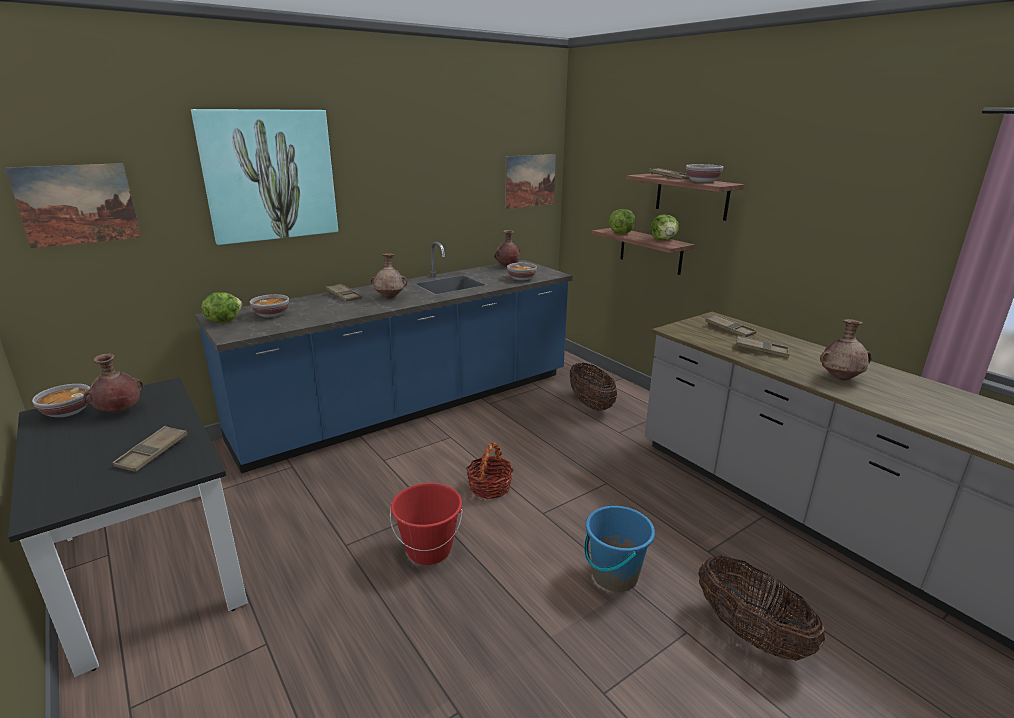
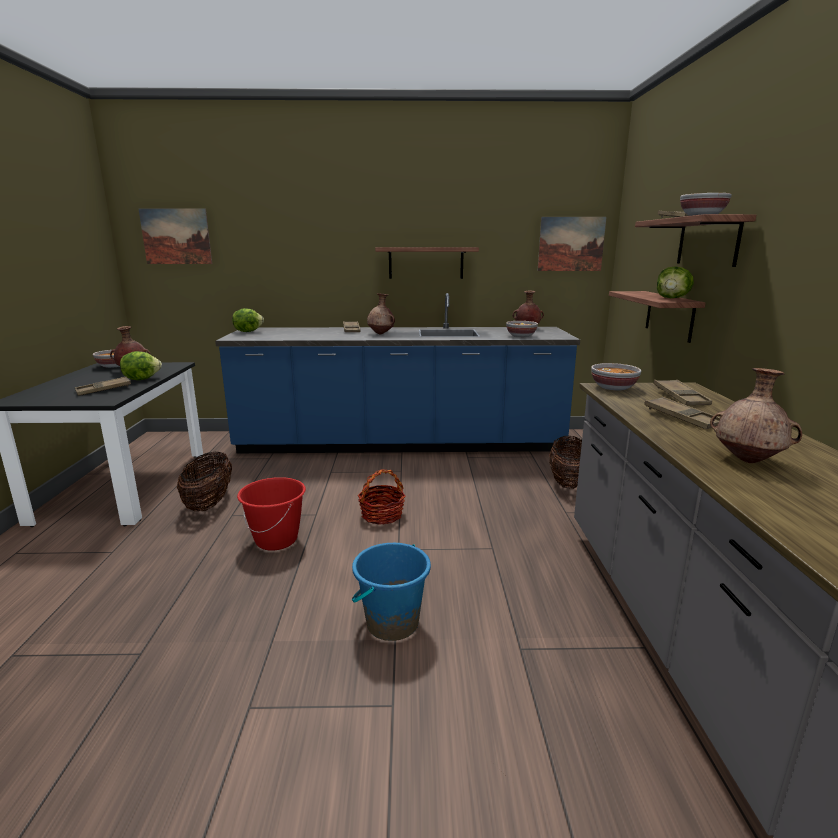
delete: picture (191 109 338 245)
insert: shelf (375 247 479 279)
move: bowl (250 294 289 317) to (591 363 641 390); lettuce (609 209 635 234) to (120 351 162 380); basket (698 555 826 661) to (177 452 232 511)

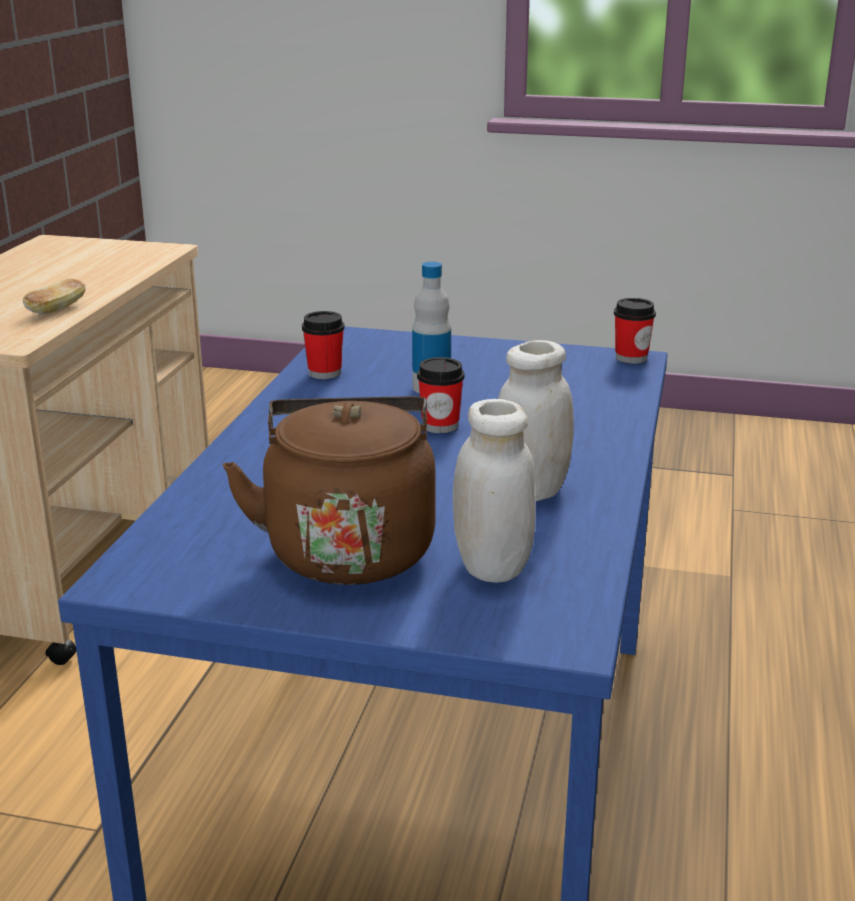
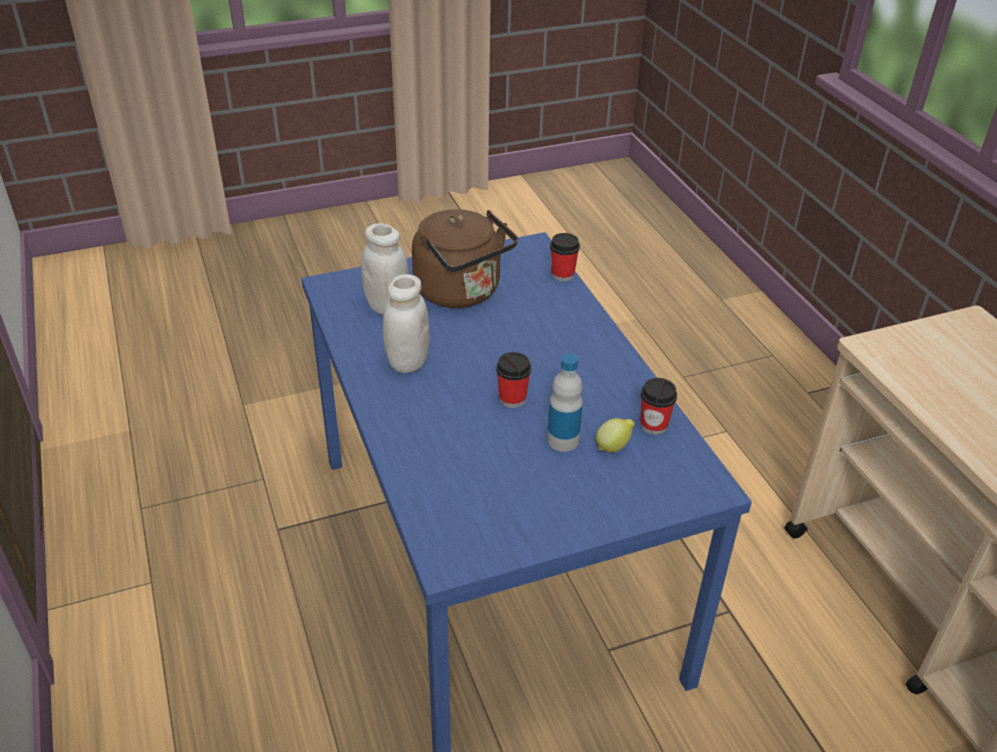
delete: bread (23 279 86 314)
insert: lemon (596 418 635 452)
move: cup (614 298 656 364) to (550 233 580 282)

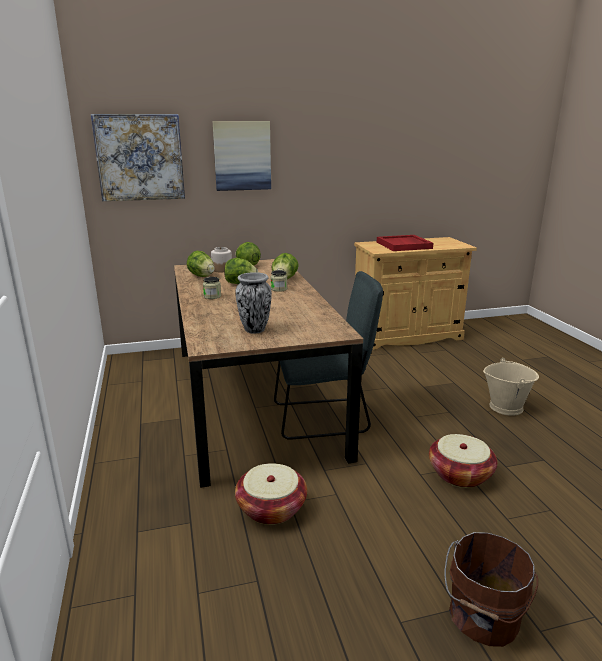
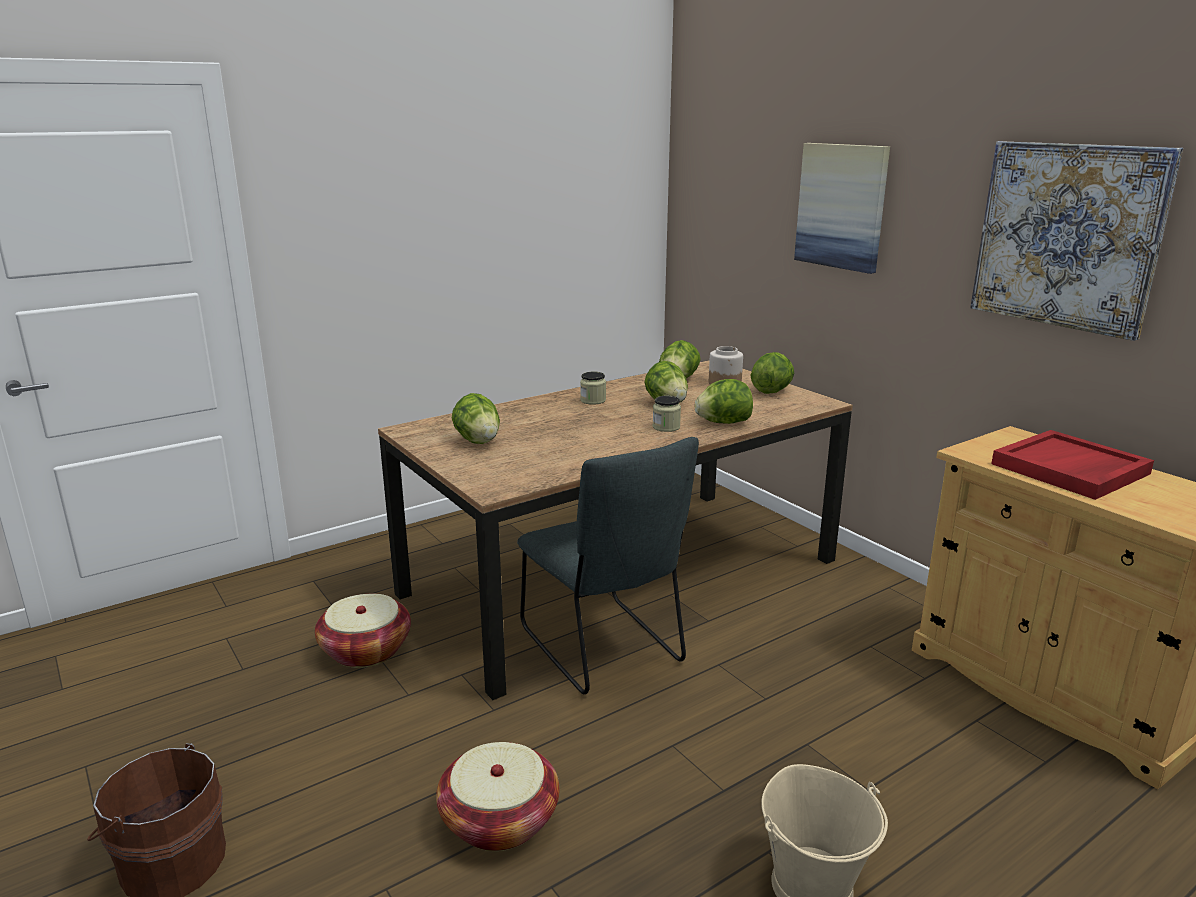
move: picture (91 114 185 201) to (970 141 1183 341)
replace: vase (235 272 272 333) to lettuce (452 393 500 444)

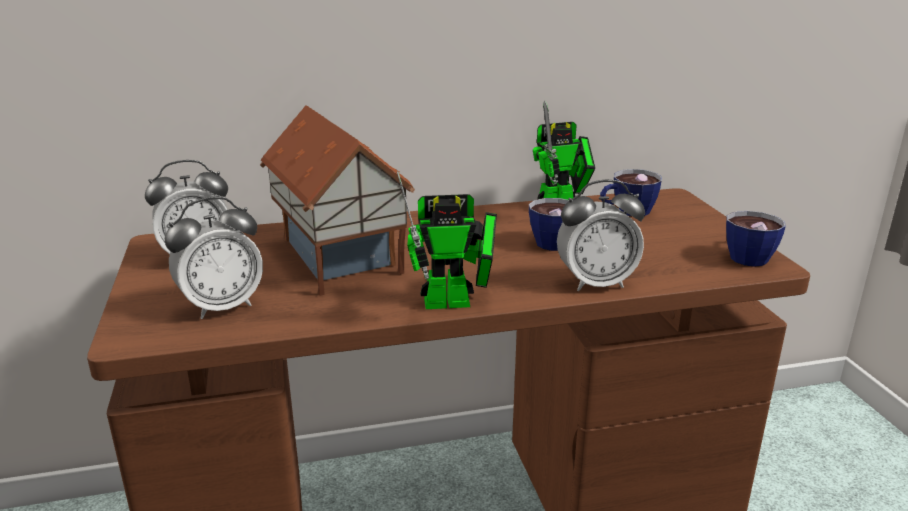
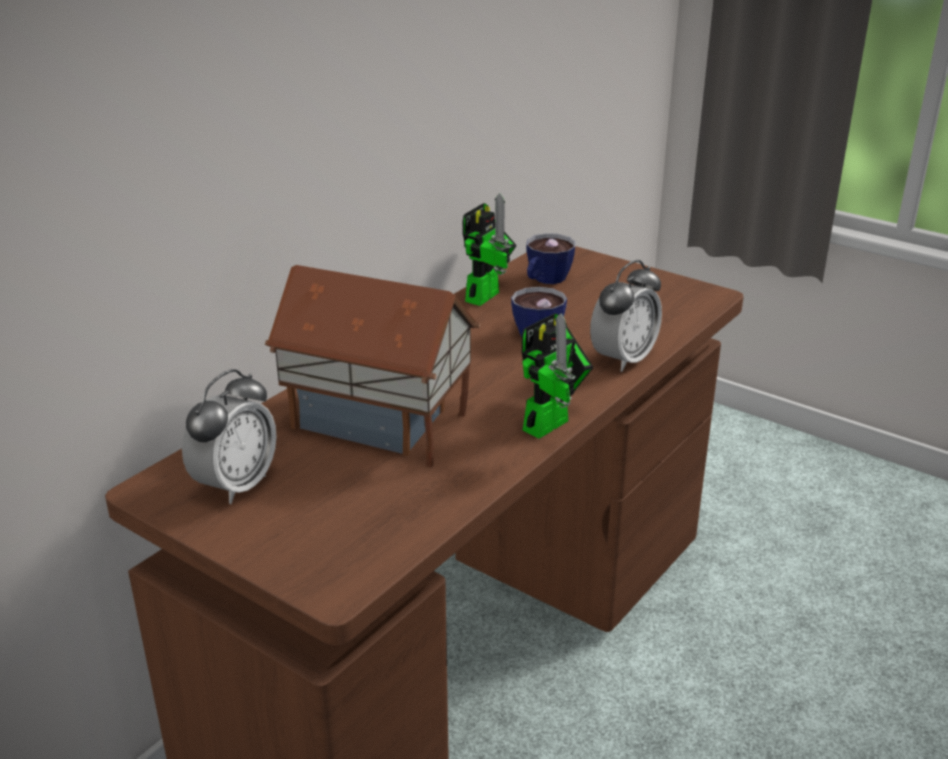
delete: alarm clock (165 197 263 319); cup (726 211 786 267)

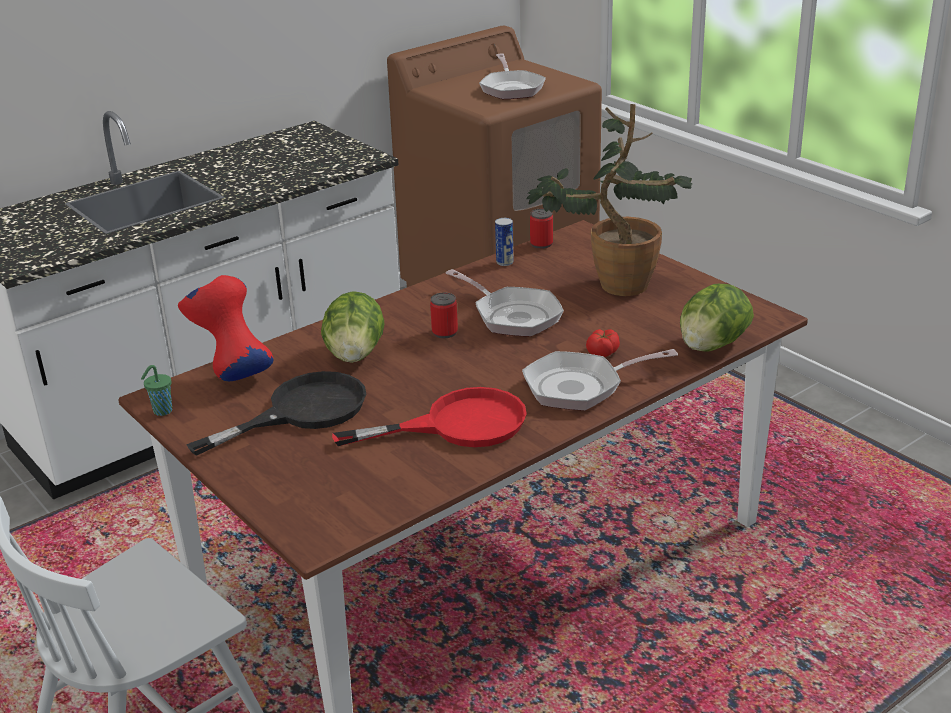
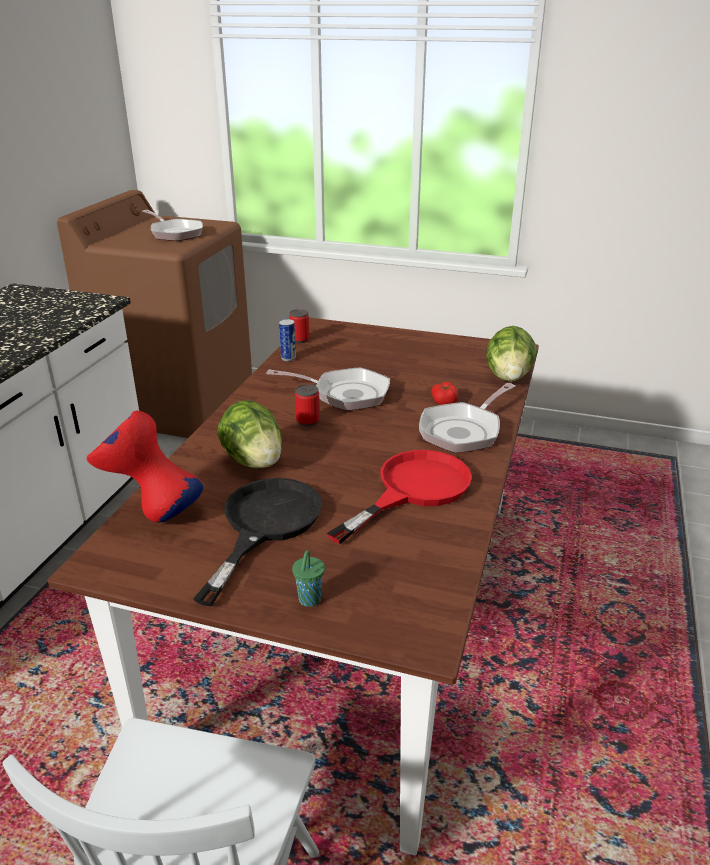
delete: potted plant (526 104 692 296)
move: green cup (141 365 172 416) to (292 550 325 607)

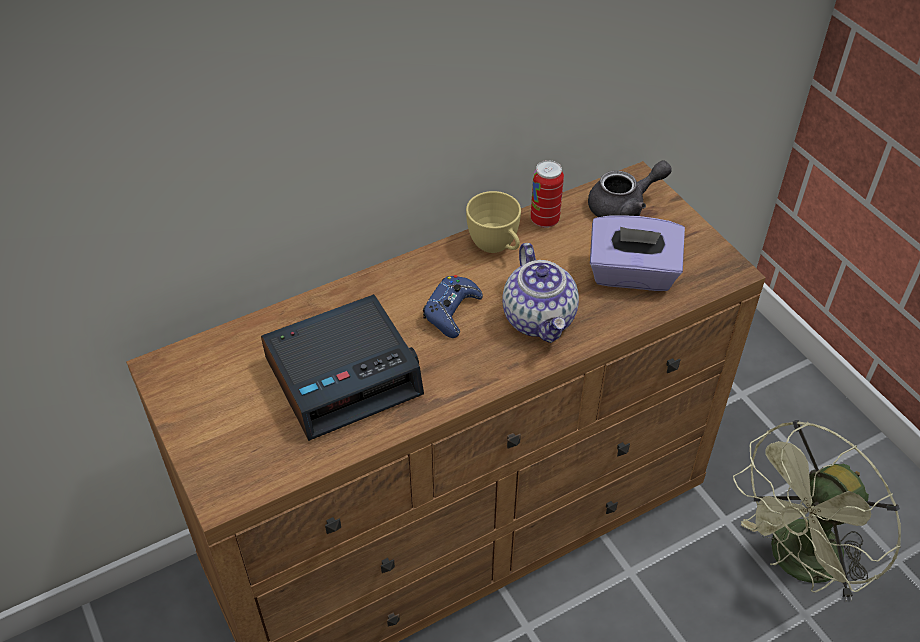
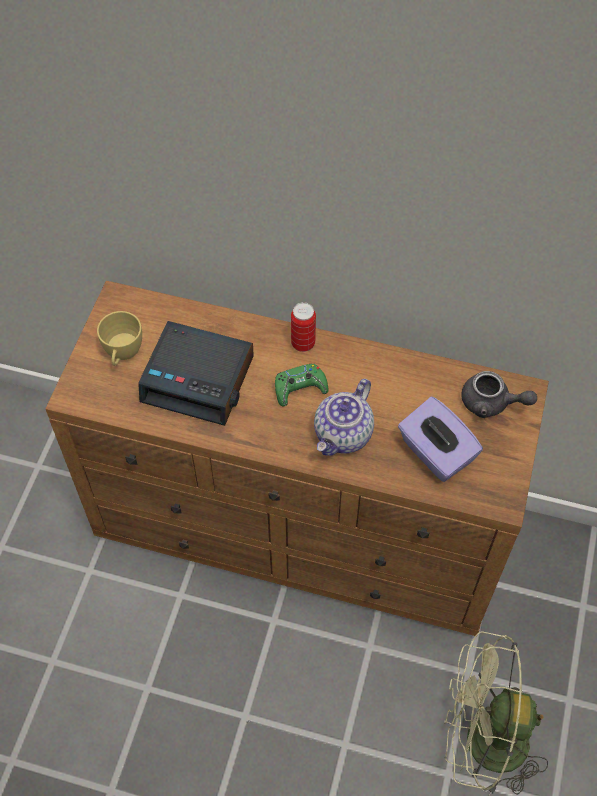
move: yellow cup (466 191 521 253) to (97 311 142 366); can (531 160 564 228) to (291 302 316 352)
recolor: blue game controller (423 275 483 338) to green game controller (275 364 329 406)

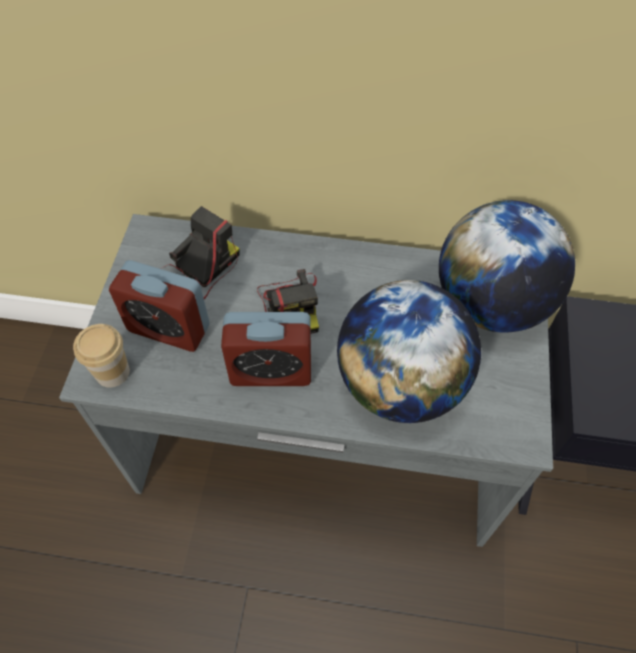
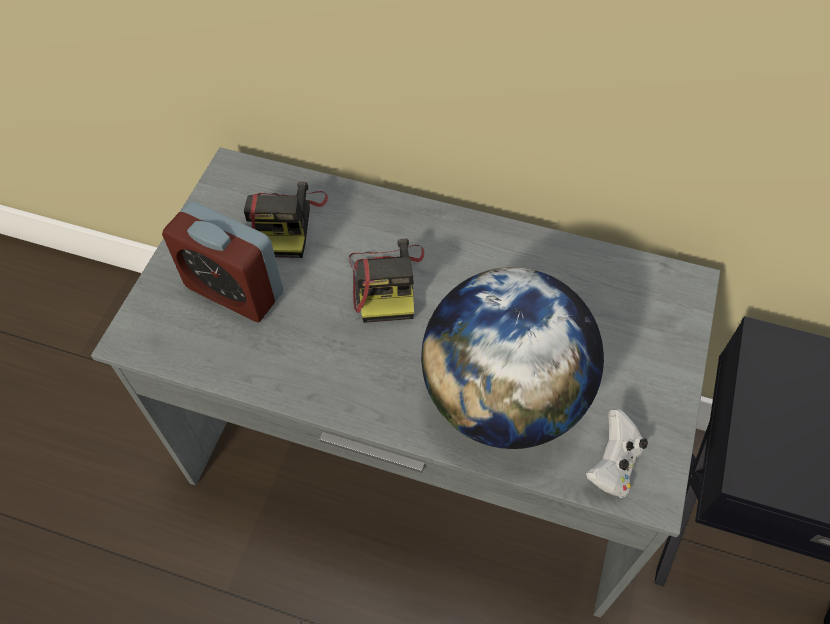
delete: cup (73 324 130 388); alarm clock (221 312 311 386); globe (439 200 575 333)
insert: white game controller (586 409 648 498)
rotate: photo camera (161 206 240 299) = (244 181 328 258) 135 degrees clockwise

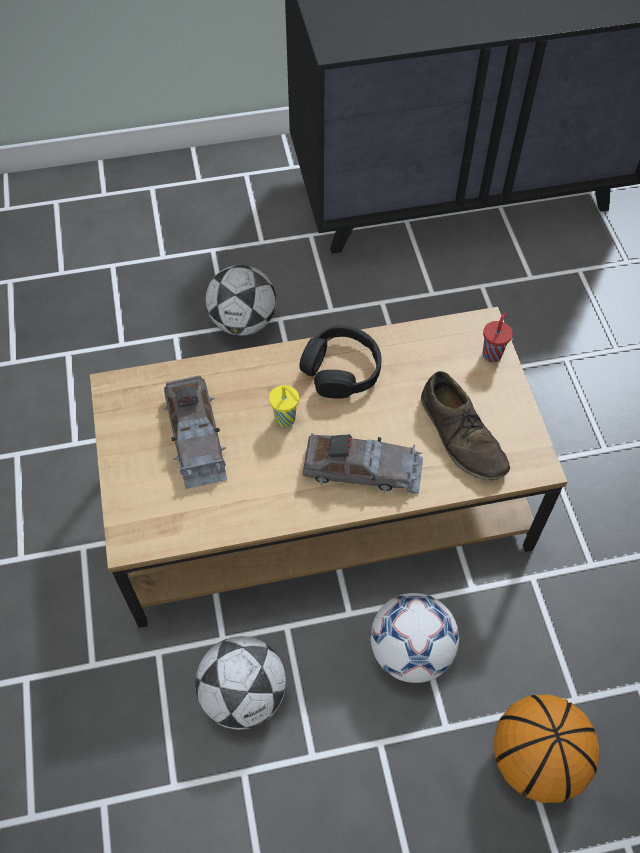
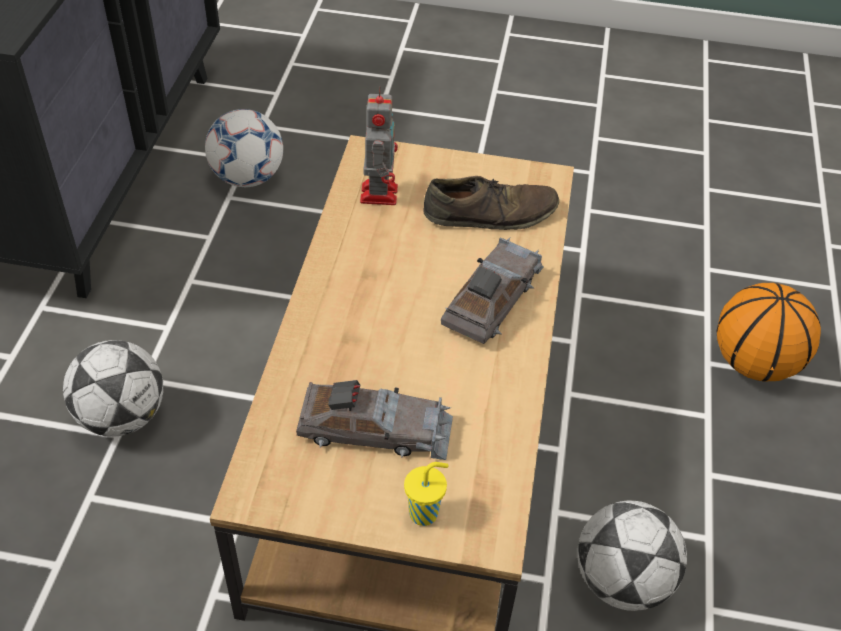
delete: black headphones (299 325 381 399); red cup (483 313 513 362)
insert: toy robot (360 86 398 205)
move: yellow cup (269 385 299 427) to (404 462 449 526); football (370 593 459 683) to (205 109 283 187)

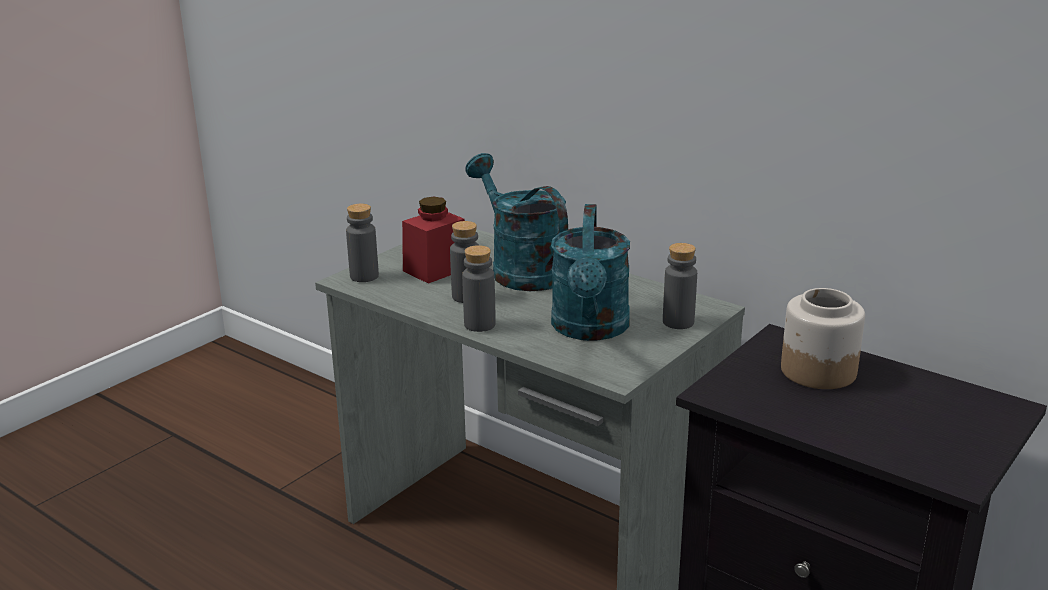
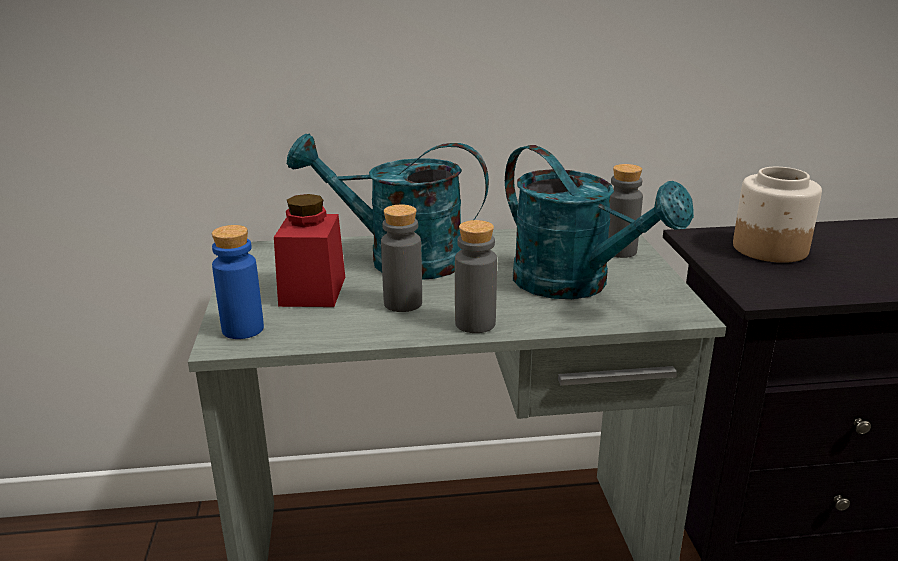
recolor: grey bottle (346 204 379 282) to blue bottle (212 225 264 339)

